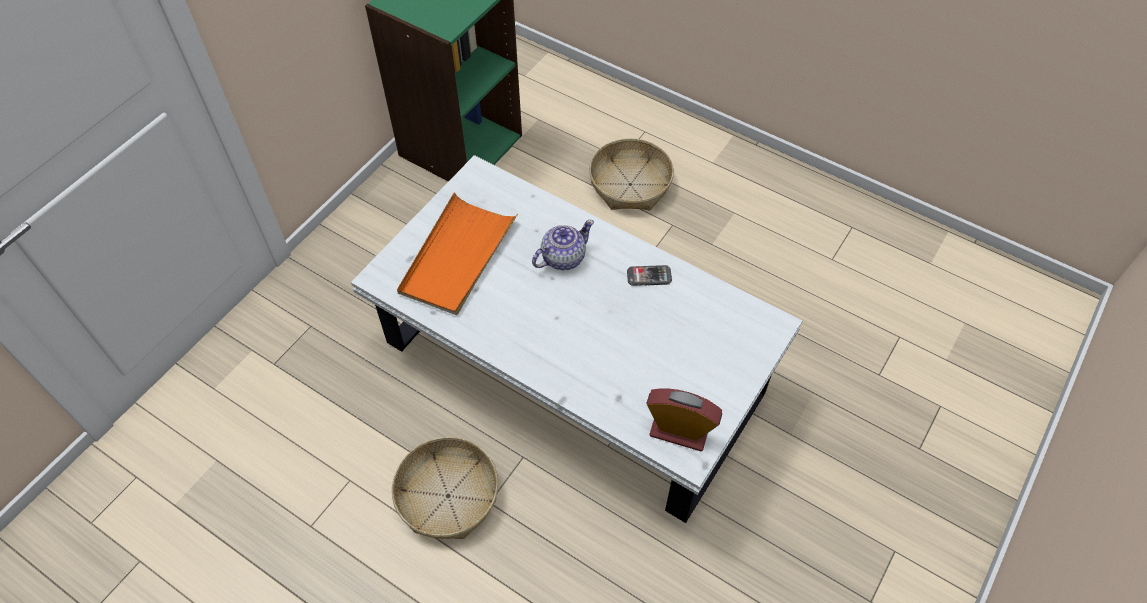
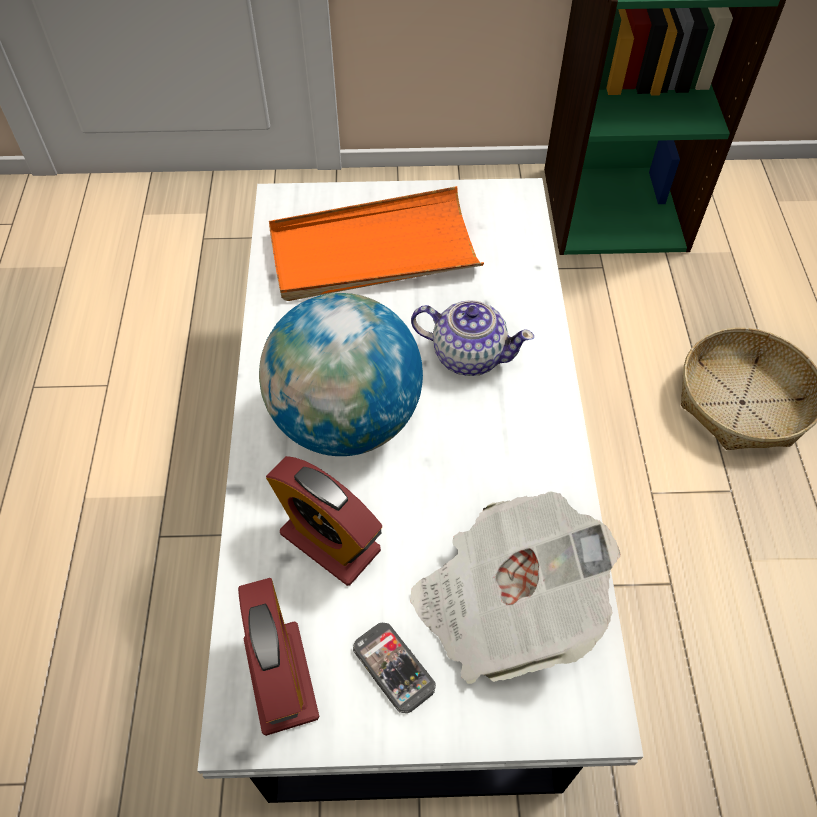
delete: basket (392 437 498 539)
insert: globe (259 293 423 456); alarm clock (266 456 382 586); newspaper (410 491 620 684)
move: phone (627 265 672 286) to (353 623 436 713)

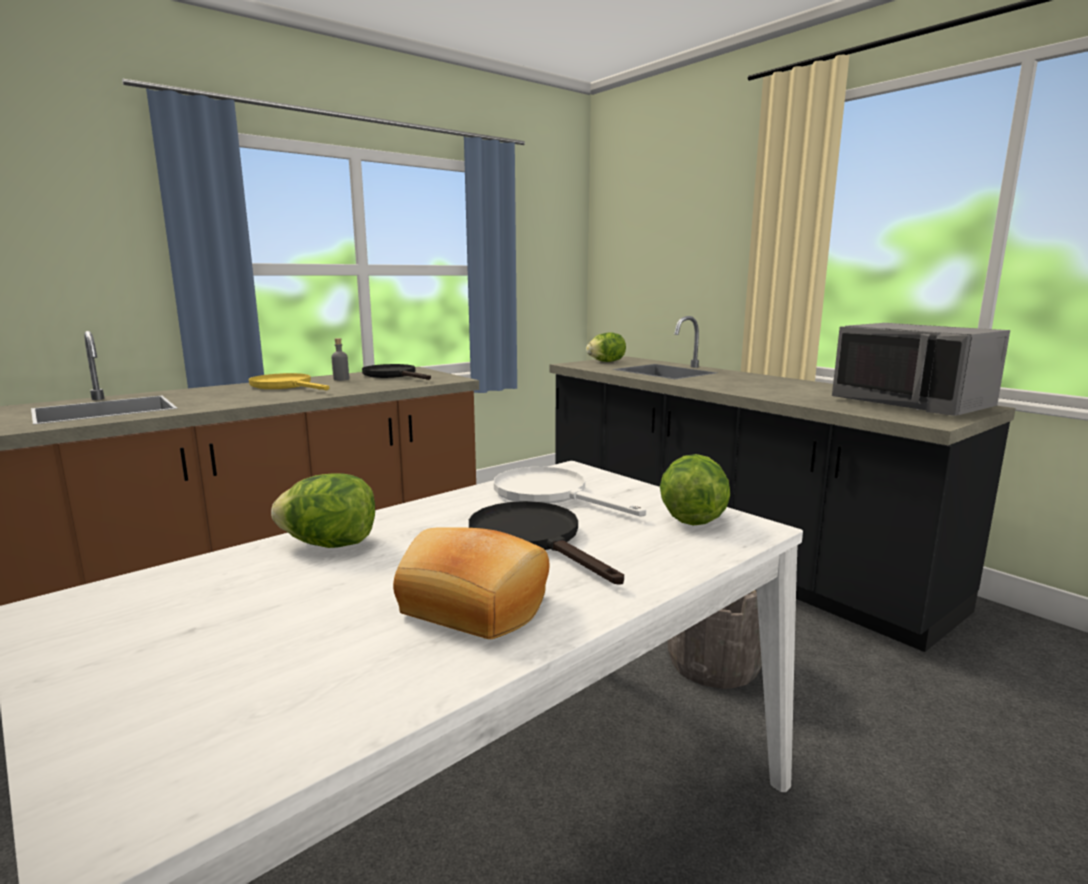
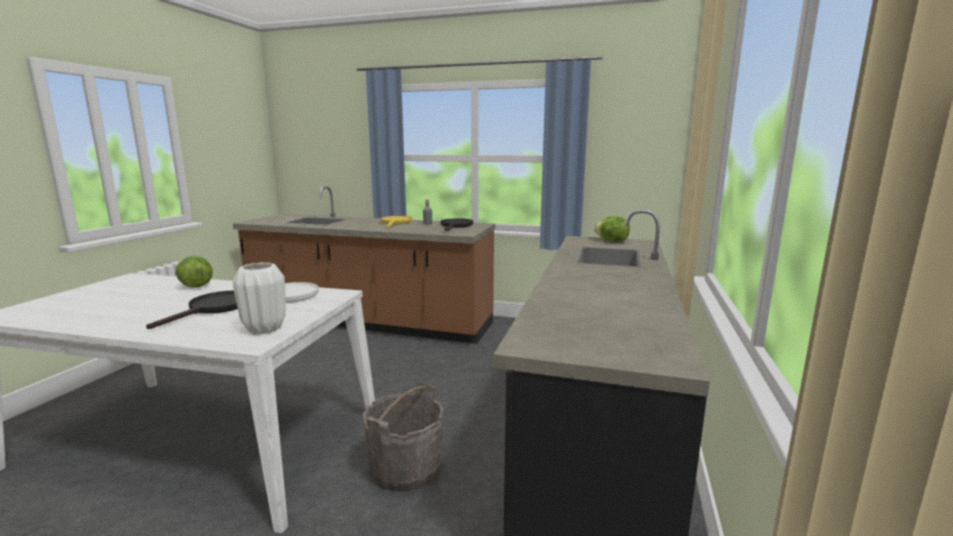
delete: bread (393 527 550 639); grey microwave (832 323 1010 416)
replace: lettuce (660 454 730 526) to white vase (233 263 286 334)

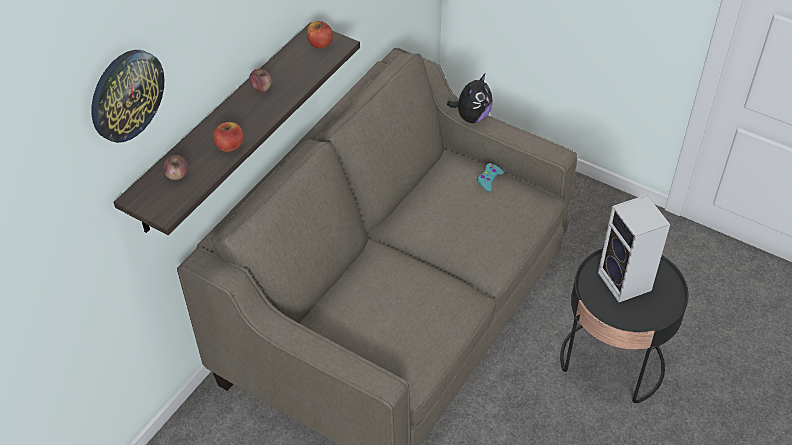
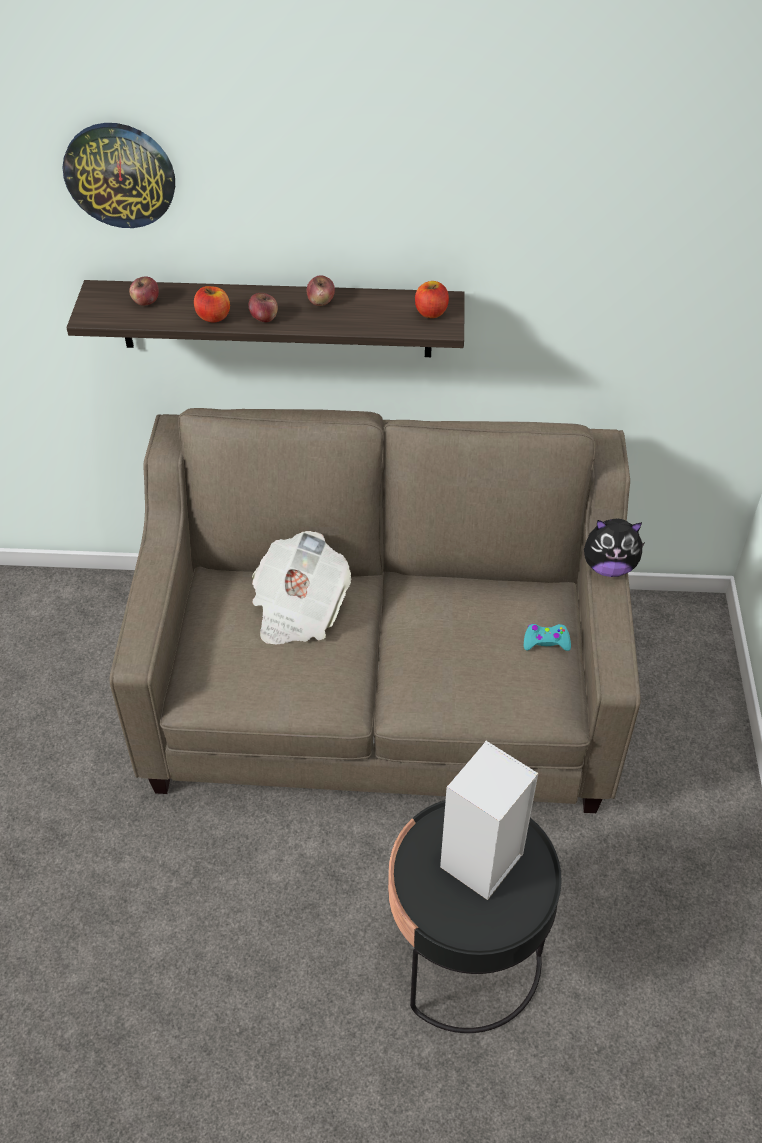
insert: apple (249 293 278 322); newspaper (251 531 351 644)

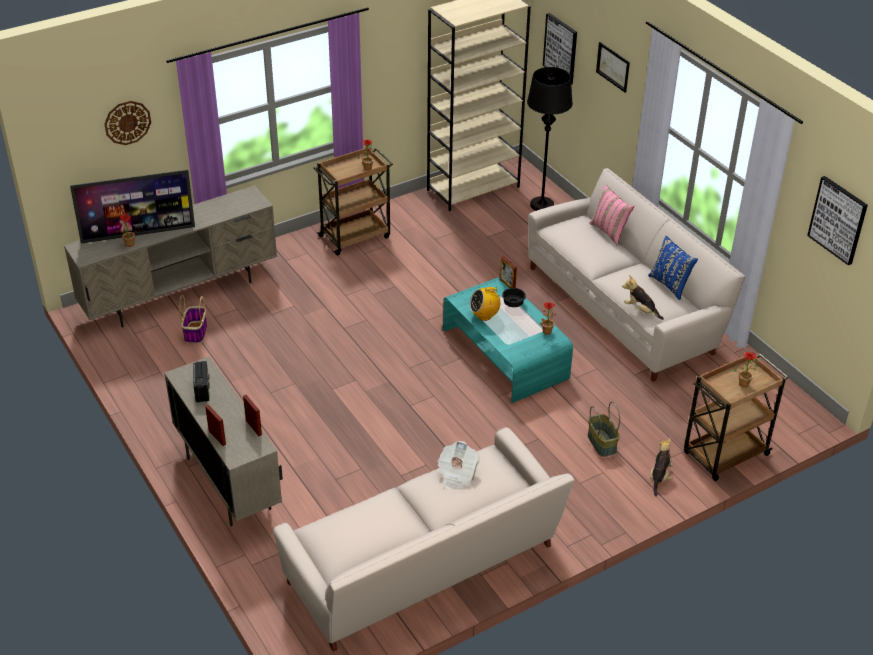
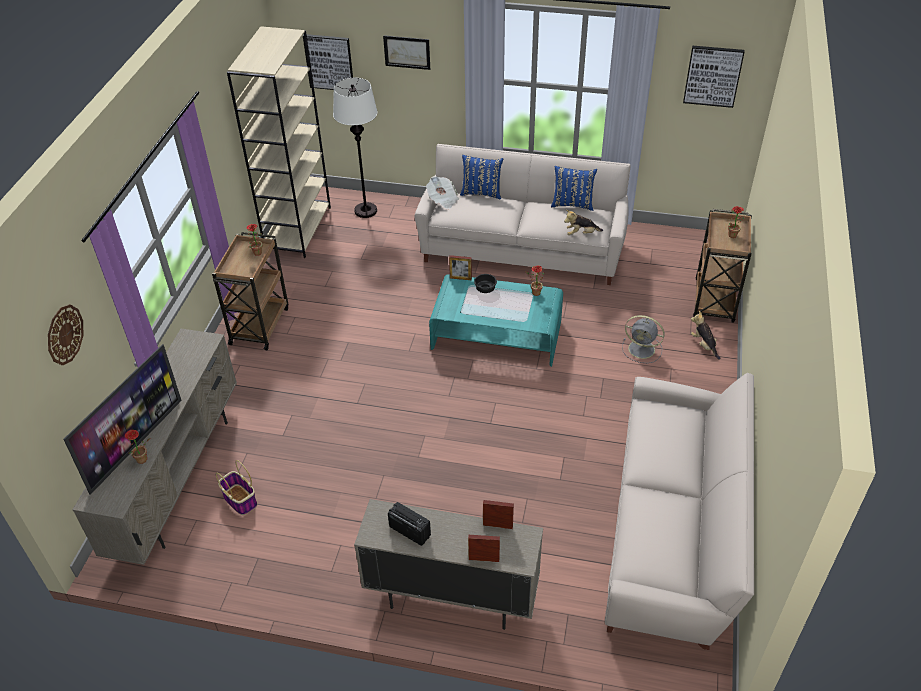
delete: radio (470 285 500 321)
move: newspaper (437 441 480 489) to (426 176 459 209)
replace: basket (588 401 620 457) to grey fan (622 315 665 363)
recolor: black floor lamp (527 67 573 211) to white floor lamp (333 78 378 218); pink pillow (590 185 634 246) to blue pillow (460 155 503 199)

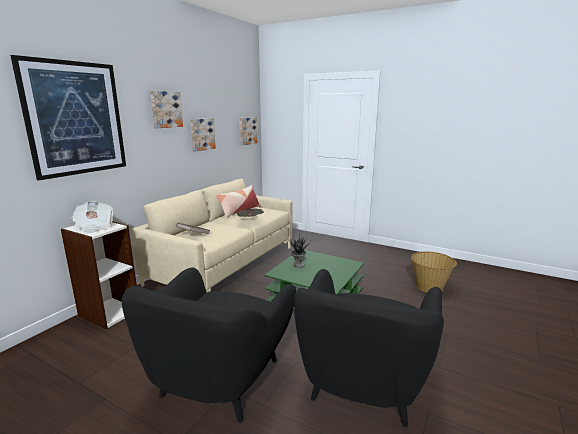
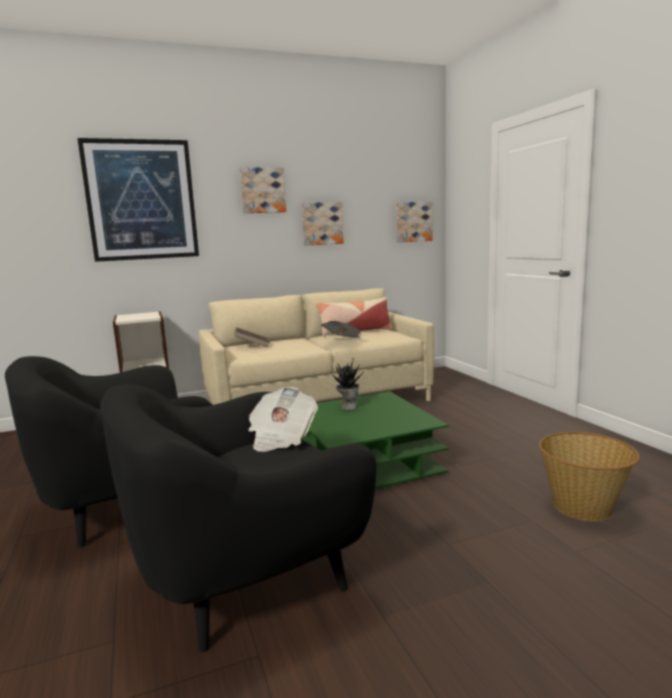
move: newspaper (71 201 114 234) to (248 387 318 452)

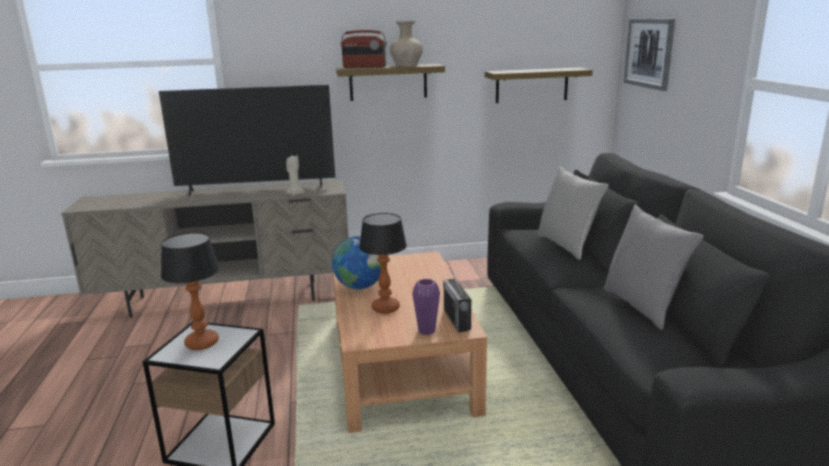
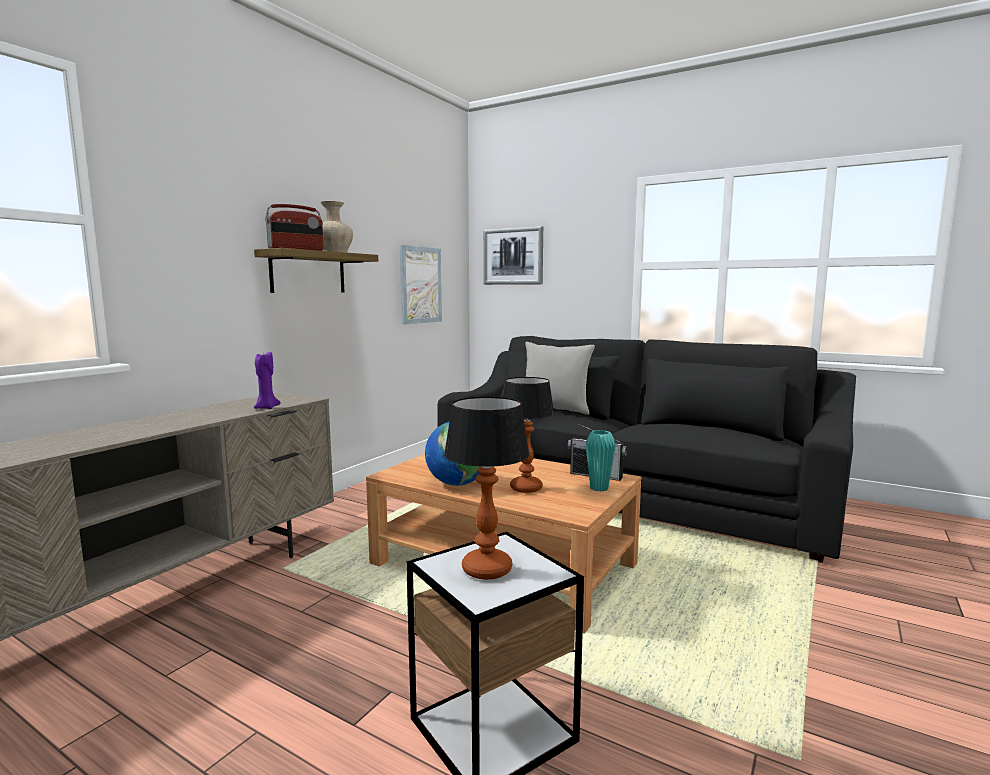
delete: television (159 85 335 196); grey pillow (604 204 704 330)
replace: shelf (485 68 593 103) to picture (400 245 442 325)
recolor: beige candle (286 155 305 196) to purple candle (254 352 281 409); purple vase (412 279 440 335) to turquoise vase (586 430 616 492)

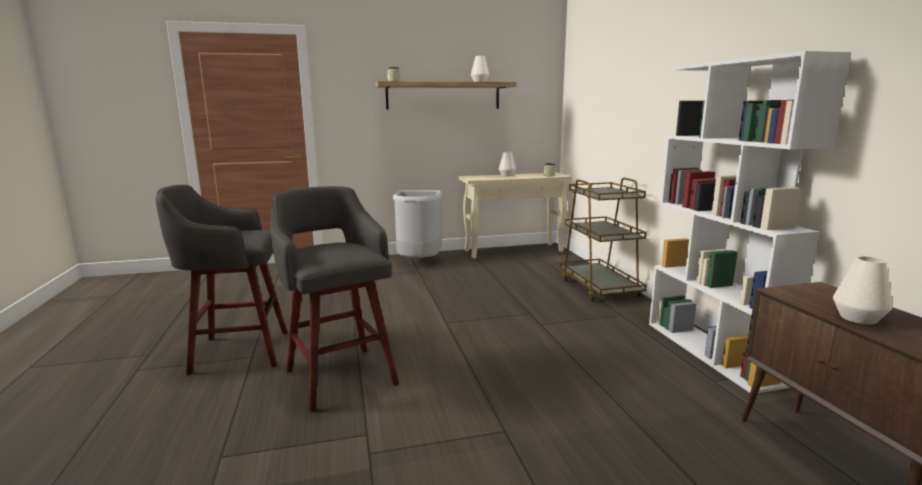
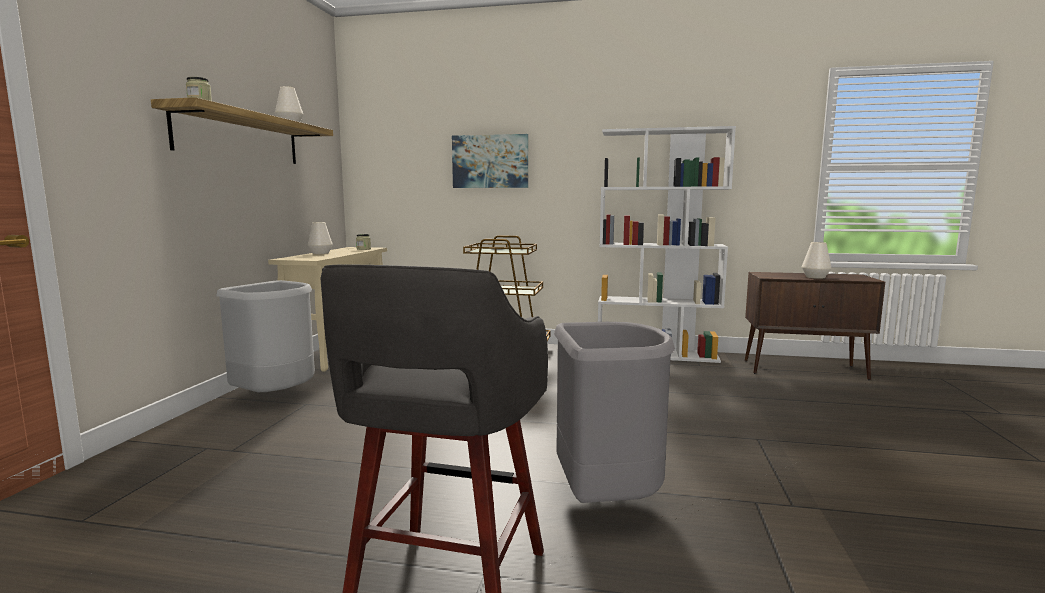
insert: picture (452 134 528 188)
replace: grey stool (271 186 399 412) to grey trash can (554 322 675 503)

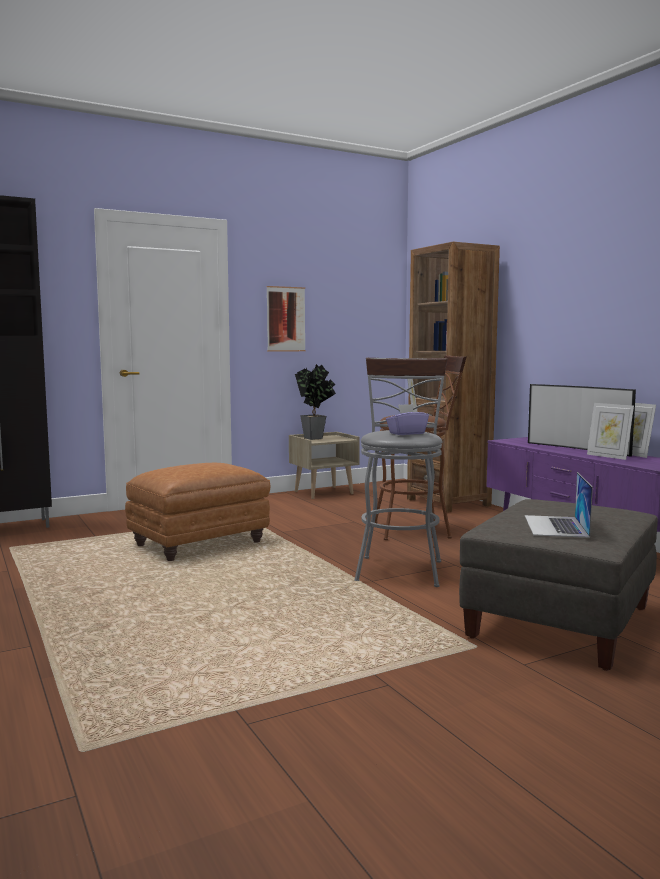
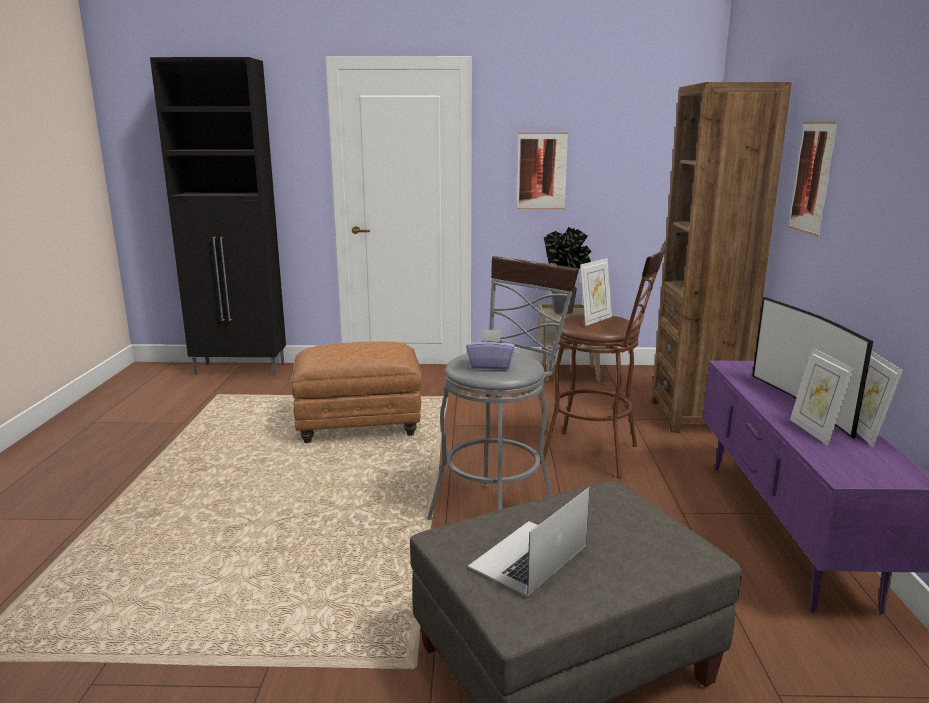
insert: picture (788 121 839 237)

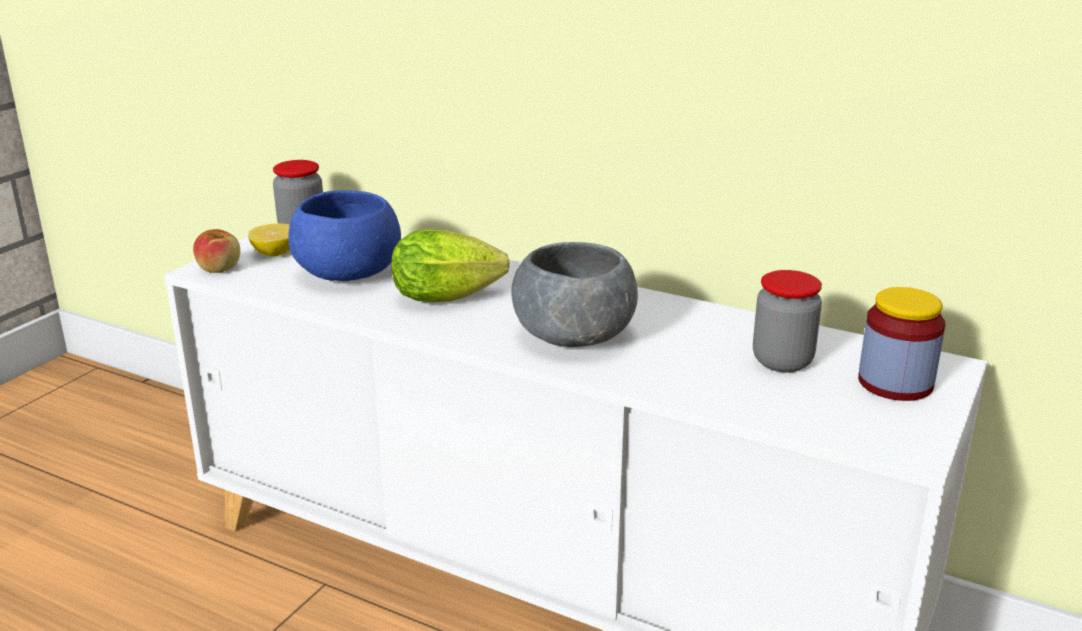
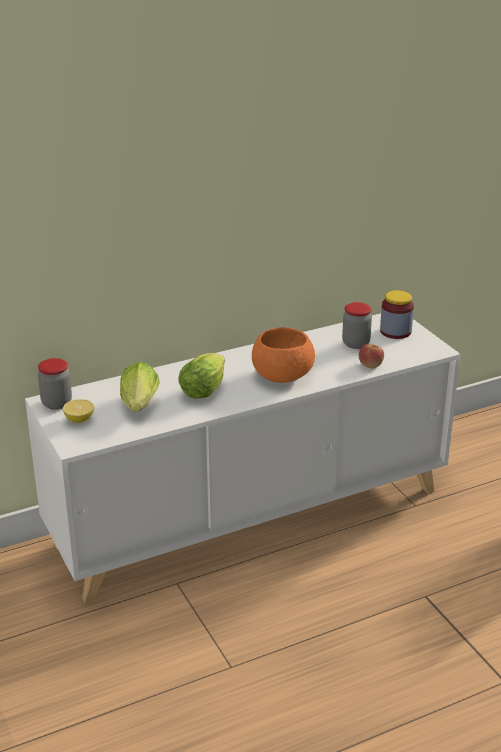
move: apple (193 229 240 273) to (359 344 384 369)
replace: blue bowl (288 190 401 281) to lettuce (120 362 160 412)
recolor: grey bowl (511 242 638 347) to orange bowl (252 327 315 383)

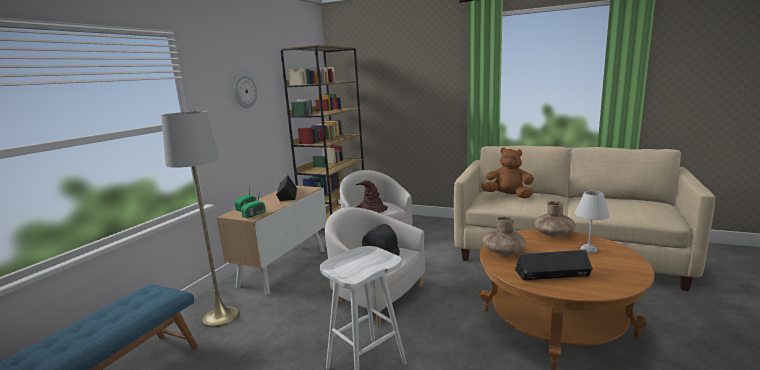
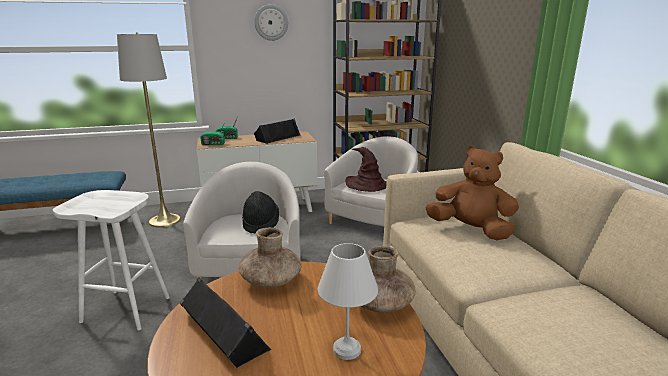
rotate: brown plush toy (481 147 534 198) = (426 146 519 240) 45 degrees counterclockwise

